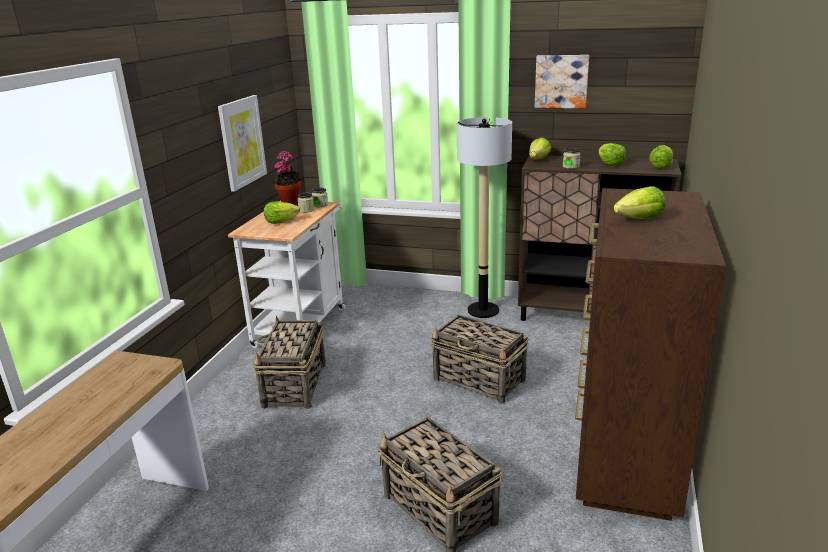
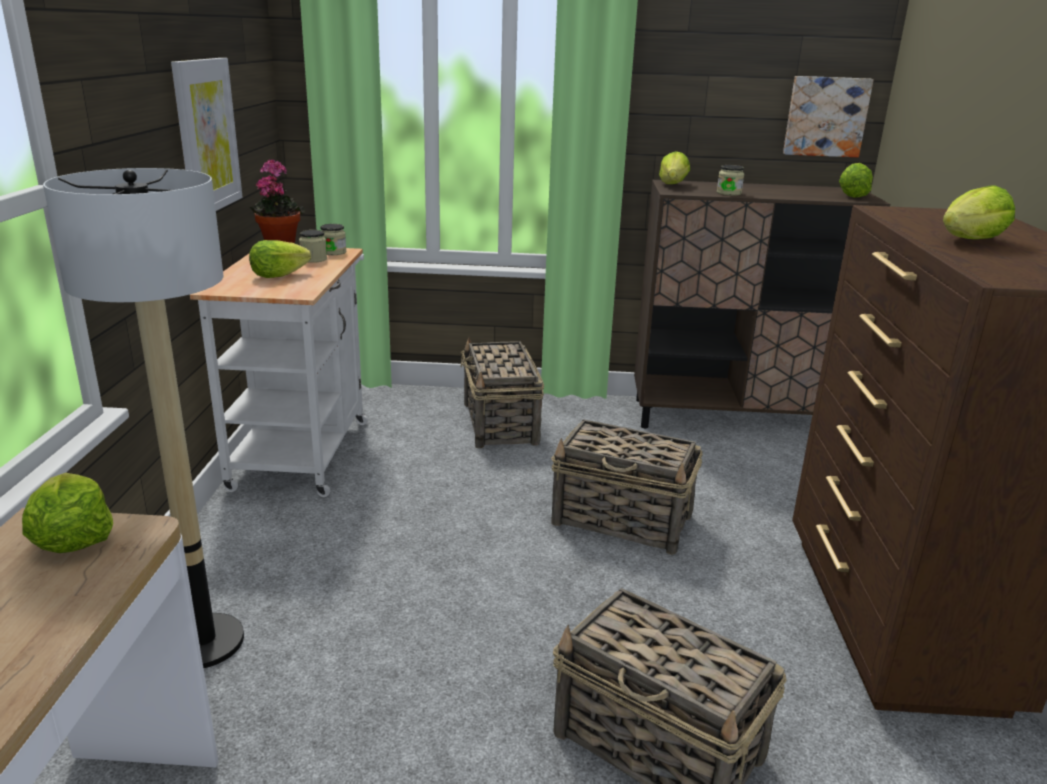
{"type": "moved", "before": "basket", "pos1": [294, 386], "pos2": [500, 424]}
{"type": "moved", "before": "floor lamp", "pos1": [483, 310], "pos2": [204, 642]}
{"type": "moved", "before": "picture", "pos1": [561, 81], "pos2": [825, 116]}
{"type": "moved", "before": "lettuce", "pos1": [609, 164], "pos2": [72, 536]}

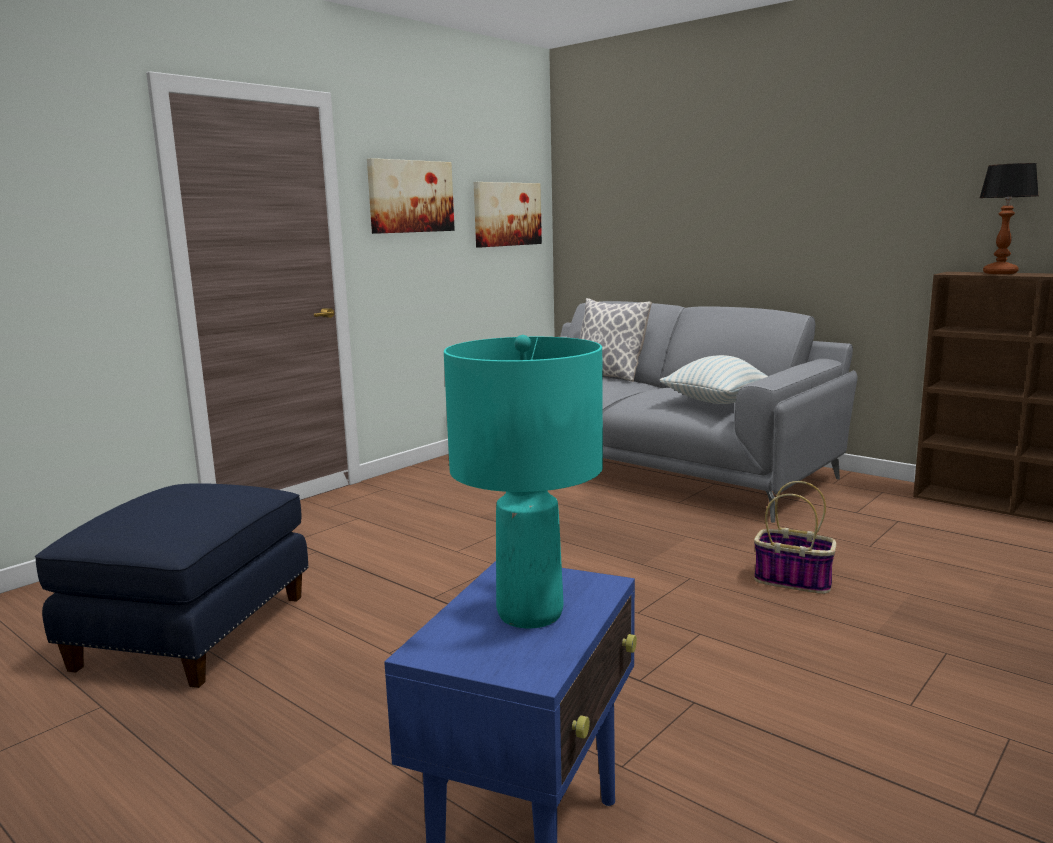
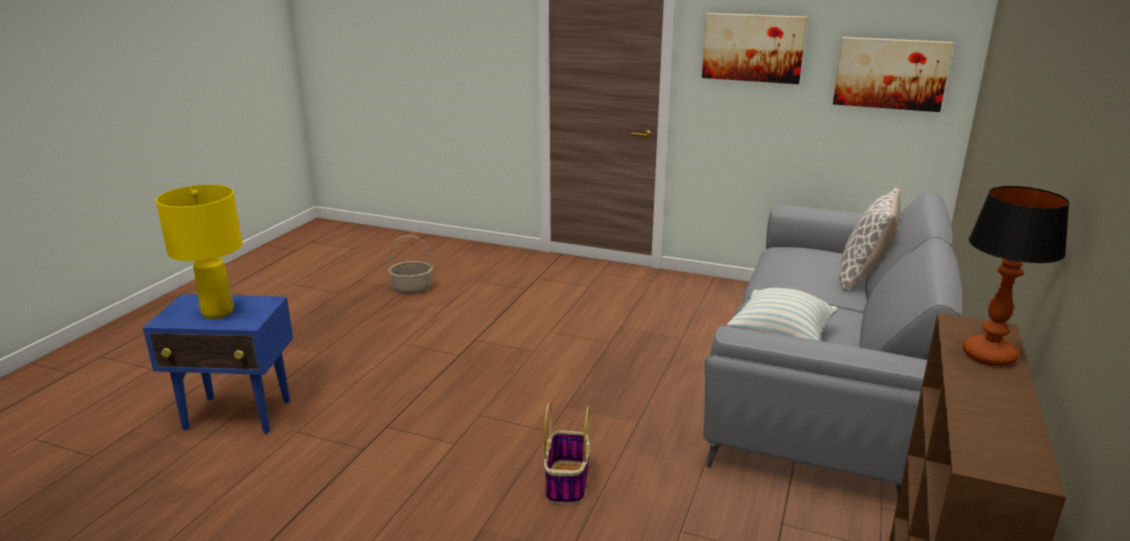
{"type": "replaced", "before": "blue ottoman", "after": "basket", "pos1": [192, 630], "pos2": [412, 288]}
{"type": "recoloured", "before": "turquoise table lamp", "after": "yellow table lamp", "pos1": [530, 614], "pos2": [217, 312]}

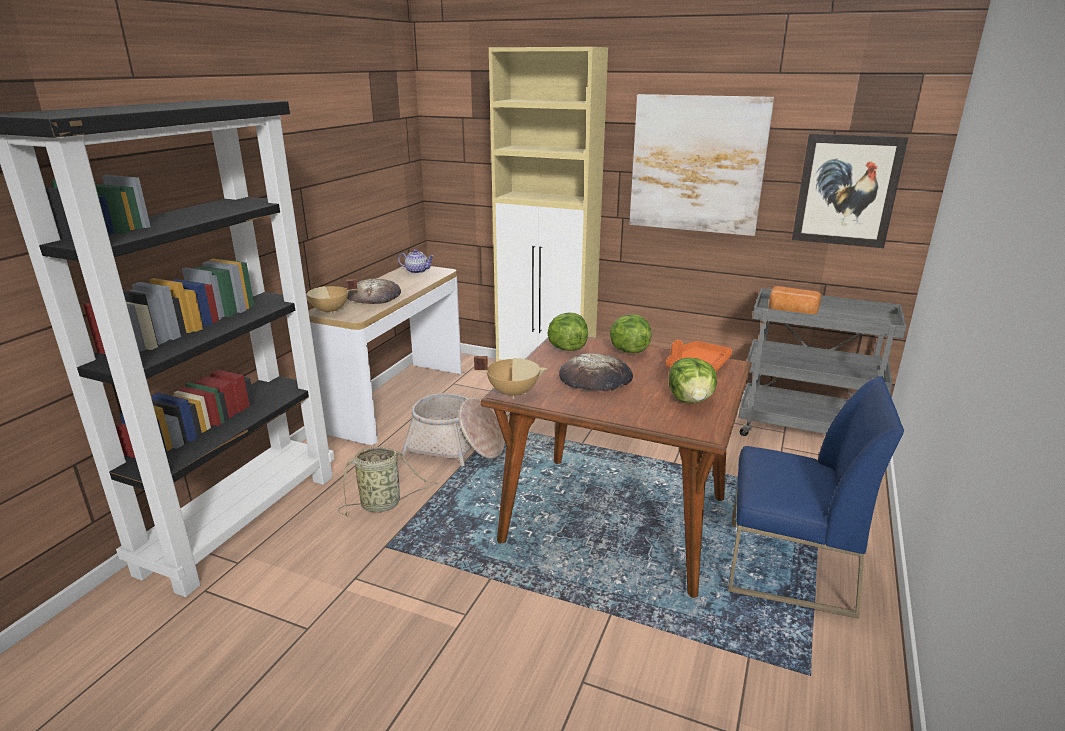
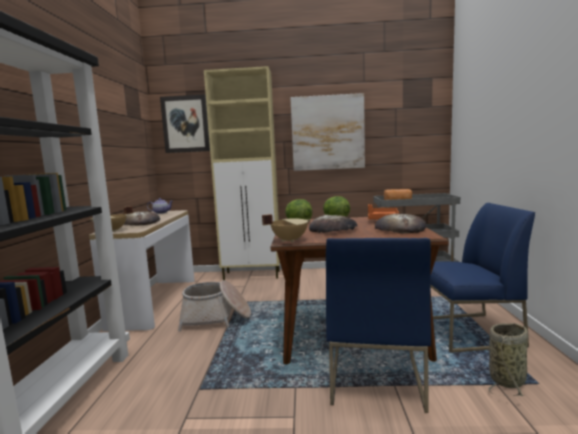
{"type": "moved", "before": "basket", "pos1": [384, 504], "pos2": [508, 379]}
{"type": "replaced", "before": "lettuce", "after": "bread", "pos1": [691, 400], "pos2": [400, 228]}
{"type": "moved", "before": "picture", "pos1": [846, 190], "pos2": [185, 124]}
{"type": "added", "after": "blue chair", "pos2": [374, 377]}

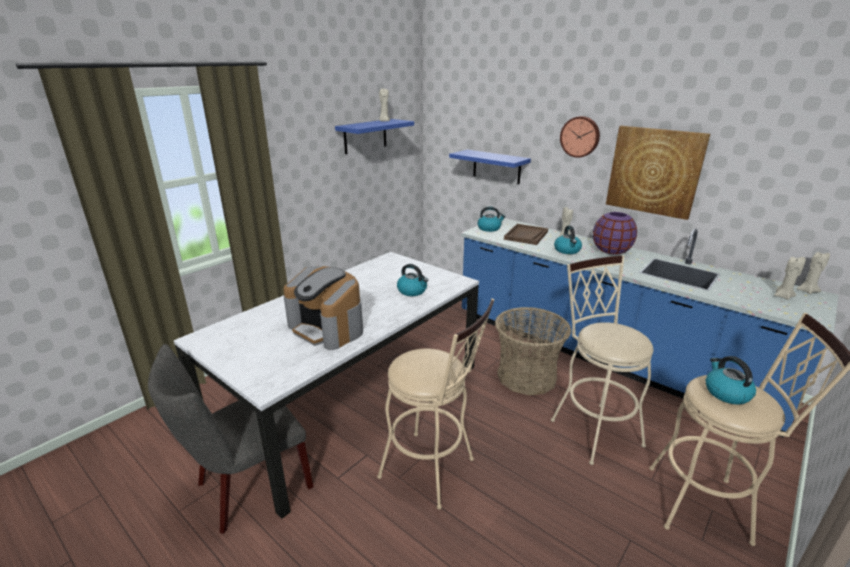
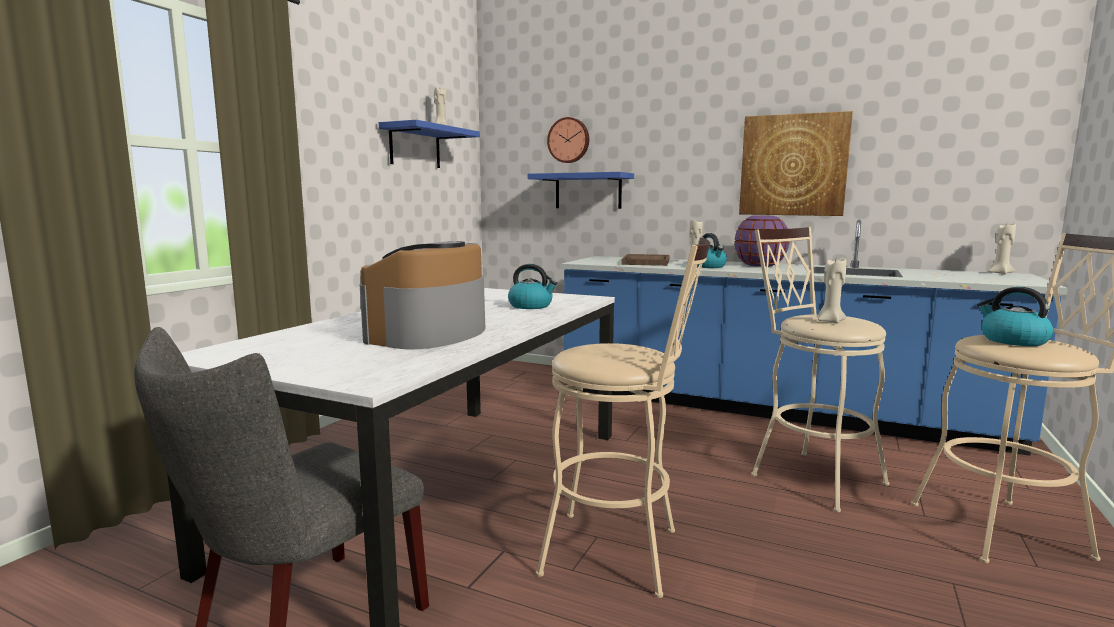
{"type": "turned", "before": "coffee machine", "pos1": [327, 328], "pos2": [429, 334], "turn": 90}
{"type": "removed", "before": "kettle", "pos1": [489, 228]}
{"type": "removed", "before": "basket", "pos1": [526, 376]}
{"type": "moved", "before": "wall clock", "pos1": [580, 136], "pos2": [569, 140]}
{"type": "moved", "before": "beige candle", "pos1": [783, 296], "pos2": [830, 321]}

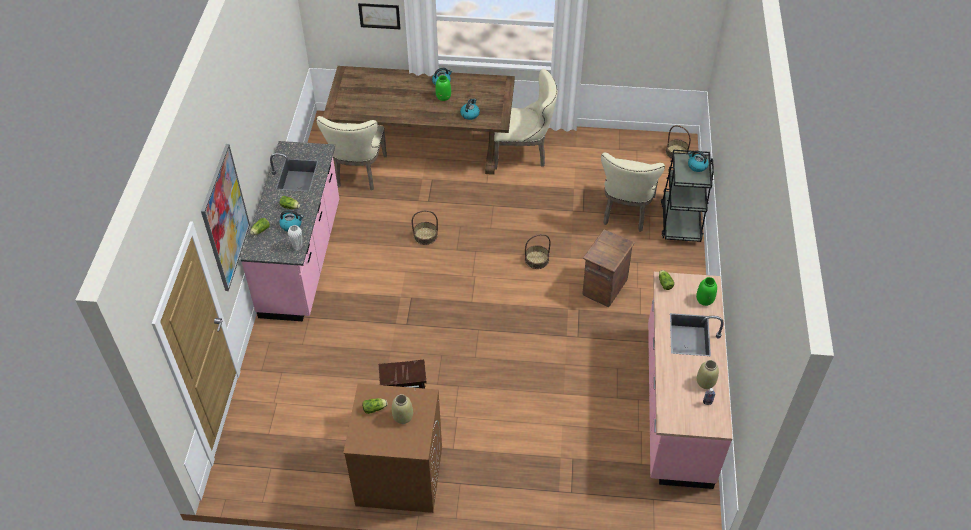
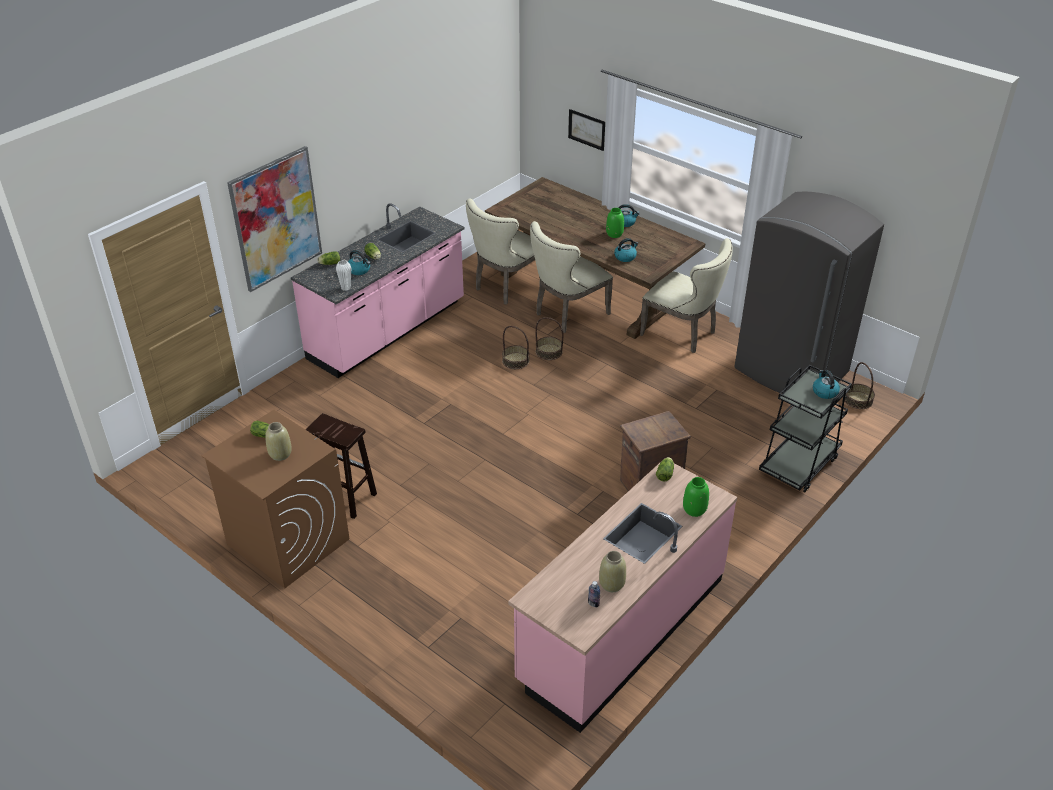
{"type": "moved", "before": "basket", "pos1": [536, 260], "pos2": [549, 352]}
{"type": "moved", "before": "beige chair", "pos1": [626, 212], "pos2": [567, 314]}
{"type": "added", "after": "grey fridge", "pos2": [790, 372]}

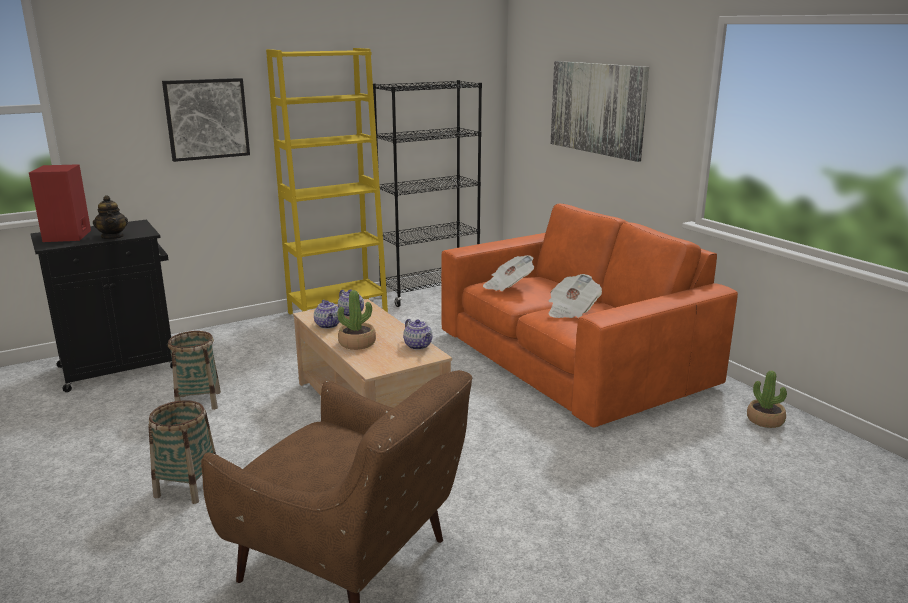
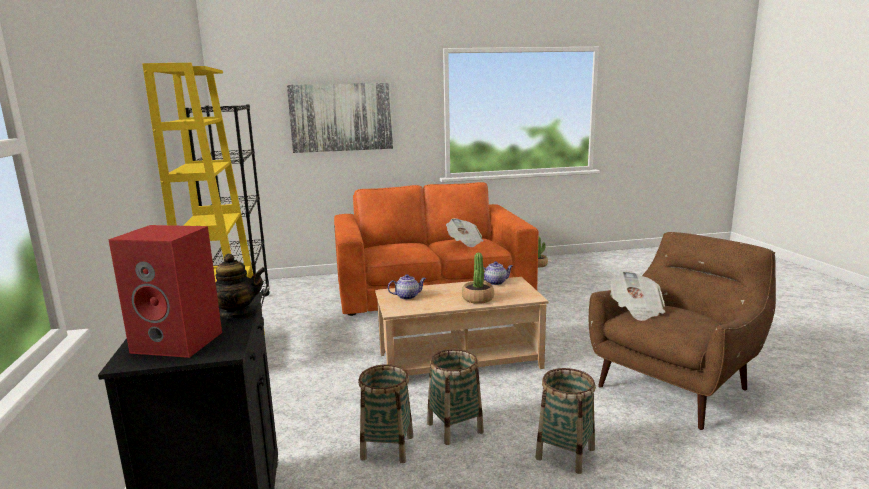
{"type": "removed", "before": "picture", "pos1": [207, 119]}
{"type": "removed", "before": "teapot", "pos1": [328, 325]}
{"type": "moved", "before": "newspaper", "pos1": [508, 286], "pos2": [636, 309]}
{"type": "added", "after": "basket", "pos2": [454, 428]}

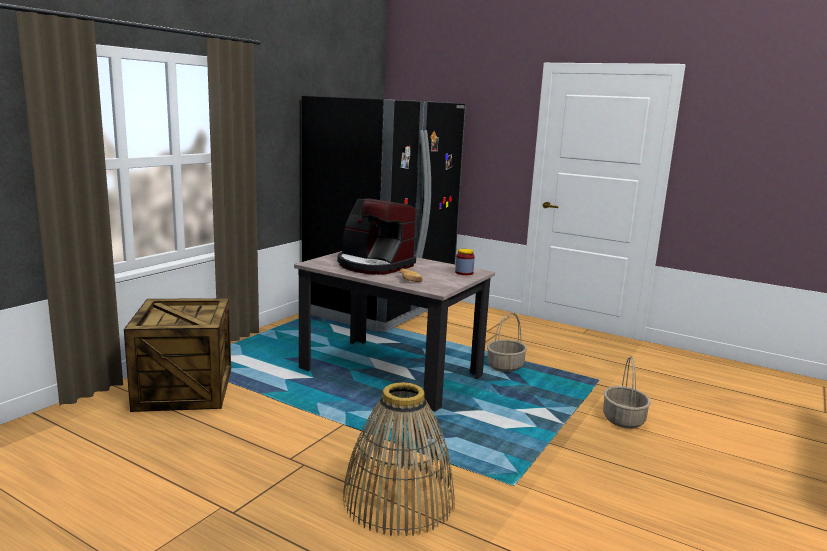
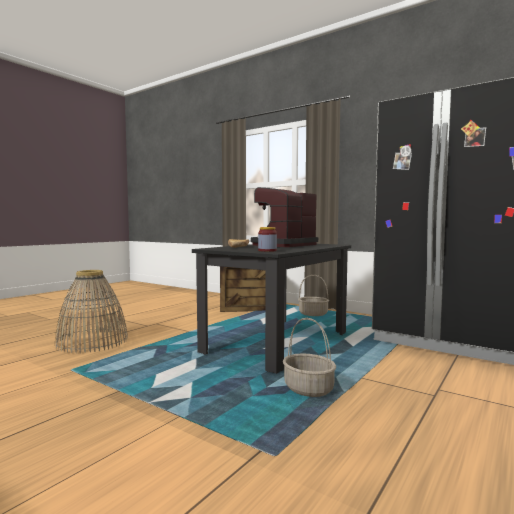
{"type": "recoloured", "before": "beige dining table", "after": "black dining table", "pos1": [390, 372], "pos2": [277, 342]}
{"type": "moved", "before": "basket", "pos1": [624, 420], "pos2": [312, 314]}

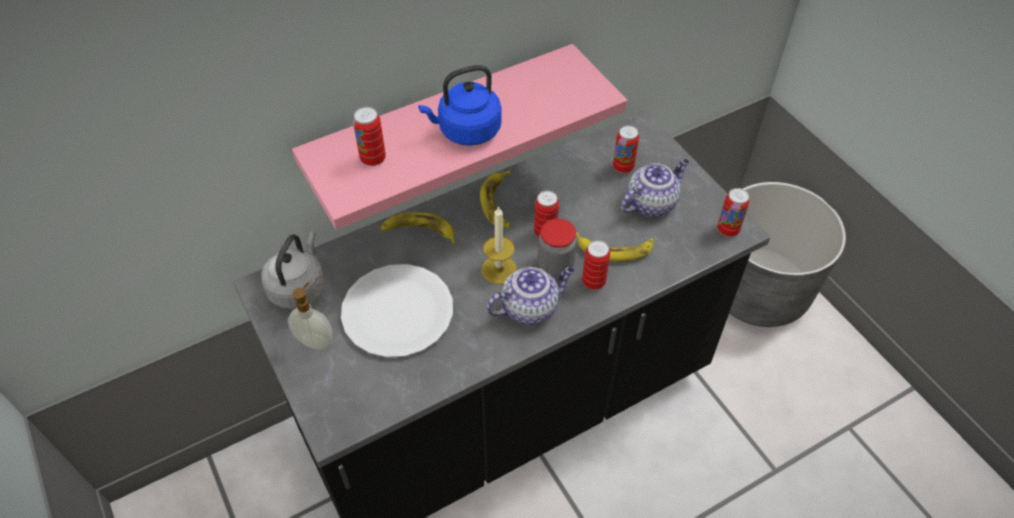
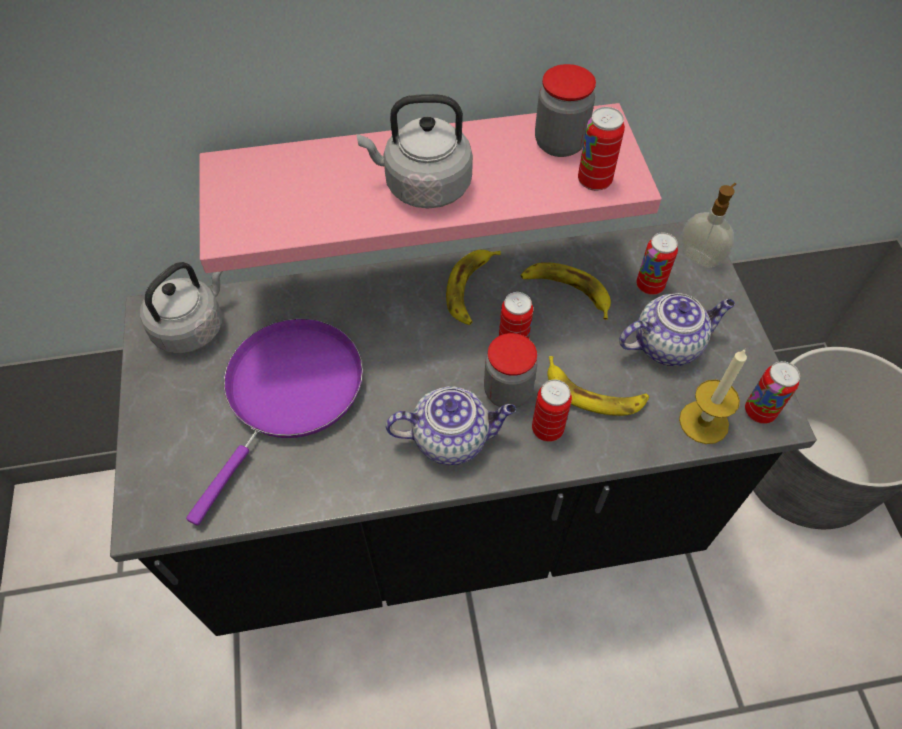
{"type": "moved", "before": "soap dispenser", "pos1": [315, 340], "pos2": [700, 257]}
{"type": "replaced", "before": "white plate", "after": "purple frying pan", "pos1": [398, 312], "pos2": [290, 393]}
{"type": "moved", "before": "can", "pos1": [373, 159], "pos2": [594, 181]}
{"type": "moved", "before": "banana", "pos1": [419, 231], "pos2": [566, 291]}
{"type": "recoloured", "before": "blue kettle", "after": "grey kettle", "pos1": [466, 131], "pos2": [423, 186]}
{"type": "moved", "before": "candle", "pos1": [499, 270], "pos2": [703, 422]}
{"type": "added", "after": "jar", "pos2": [559, 143]}

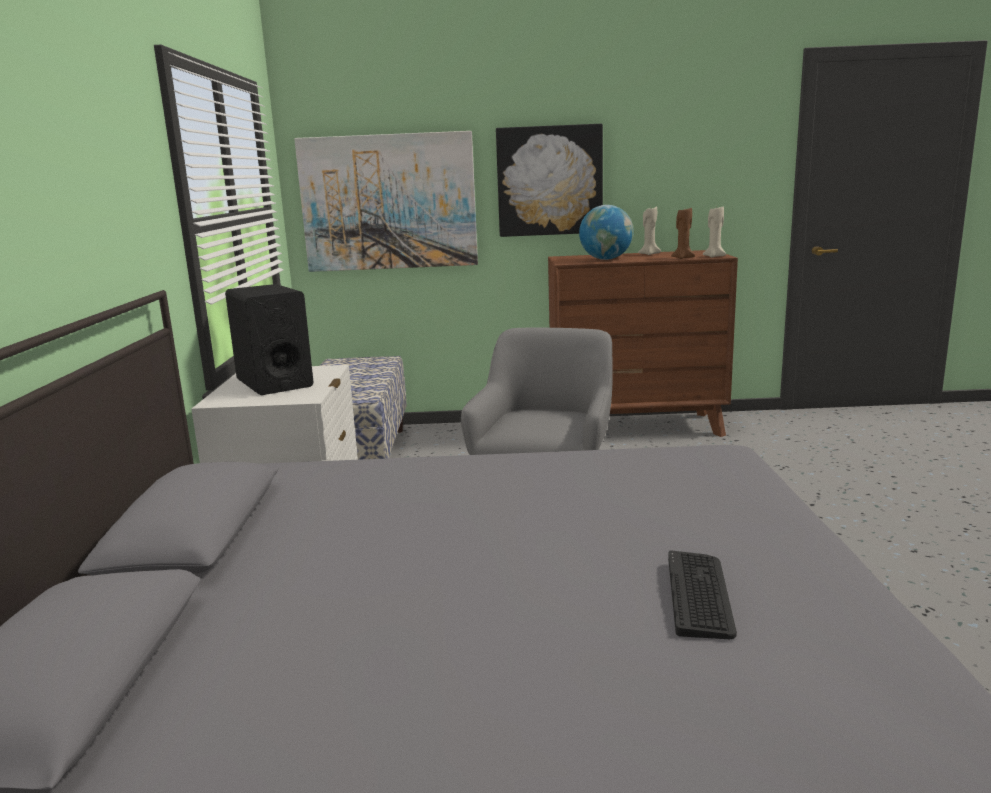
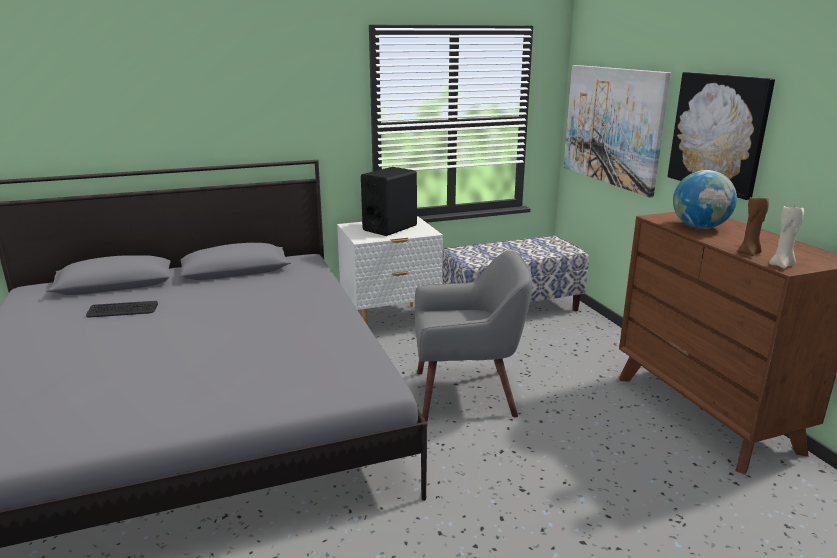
{"type": "removed", "before": "beige candle", "pos1": [649, 254]}
{"type": "moved", "before": "keyboard", "pos1": [699, 594], "pos2": [122, 310]}

